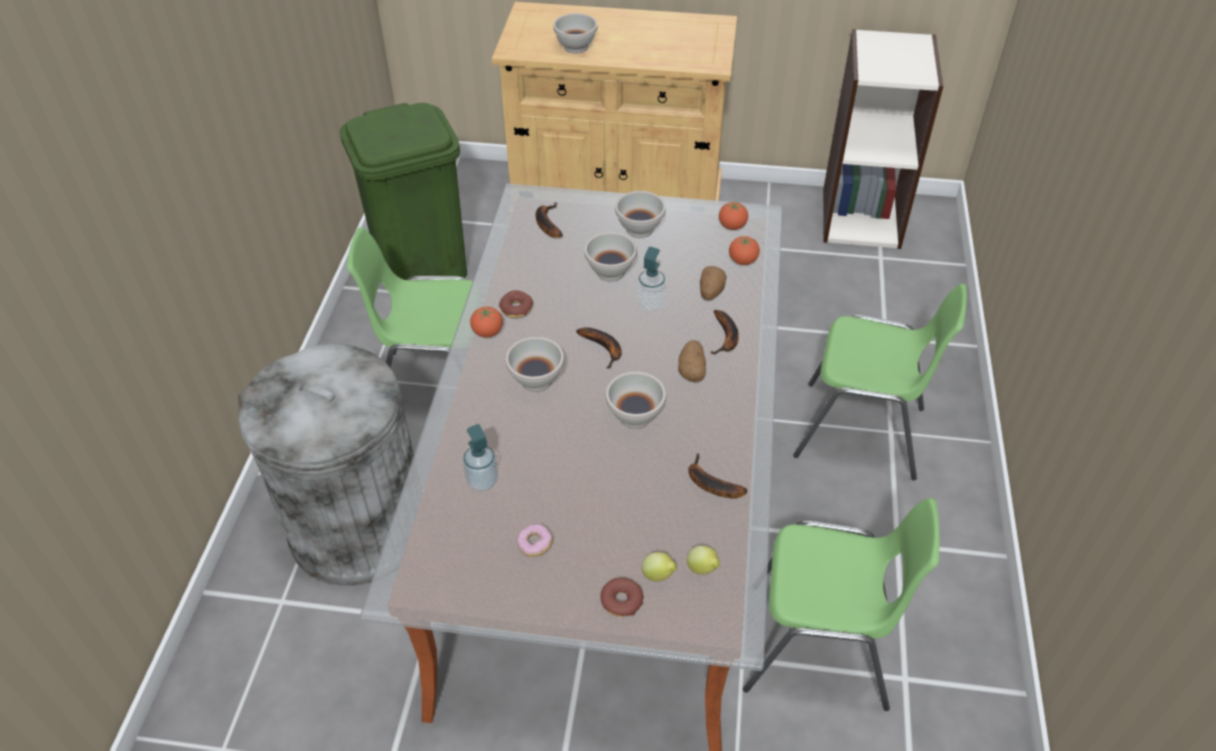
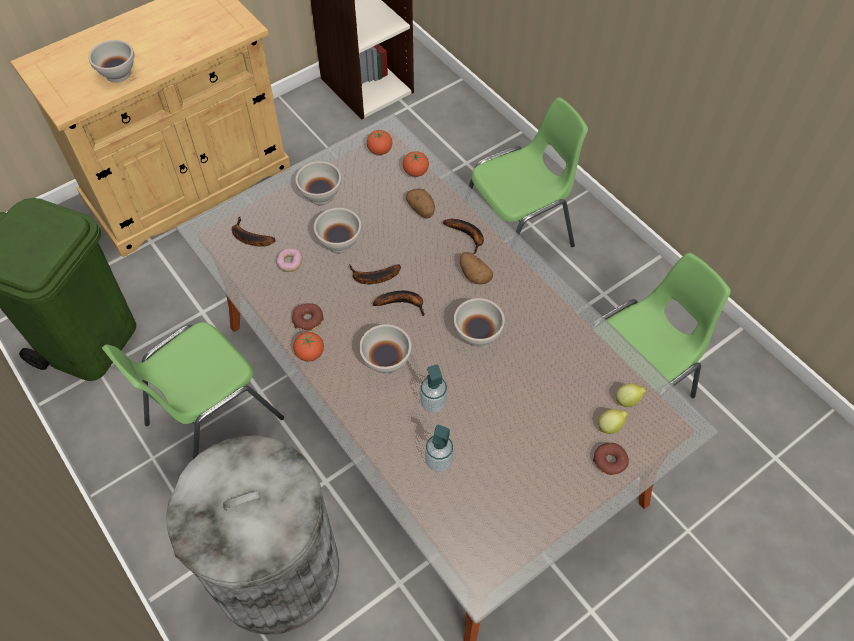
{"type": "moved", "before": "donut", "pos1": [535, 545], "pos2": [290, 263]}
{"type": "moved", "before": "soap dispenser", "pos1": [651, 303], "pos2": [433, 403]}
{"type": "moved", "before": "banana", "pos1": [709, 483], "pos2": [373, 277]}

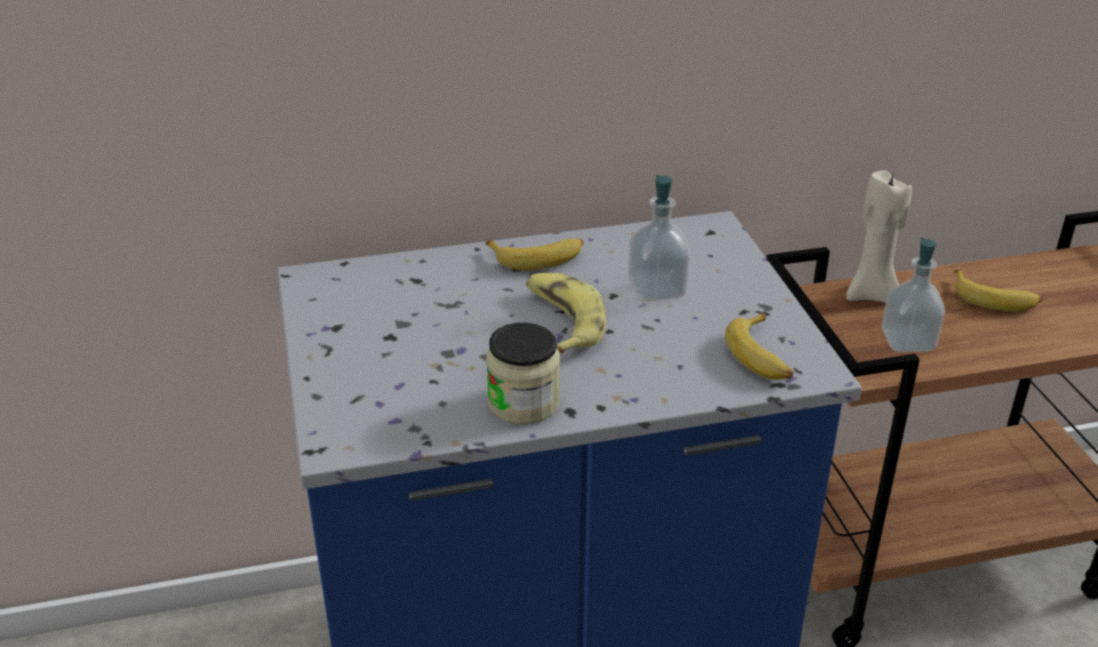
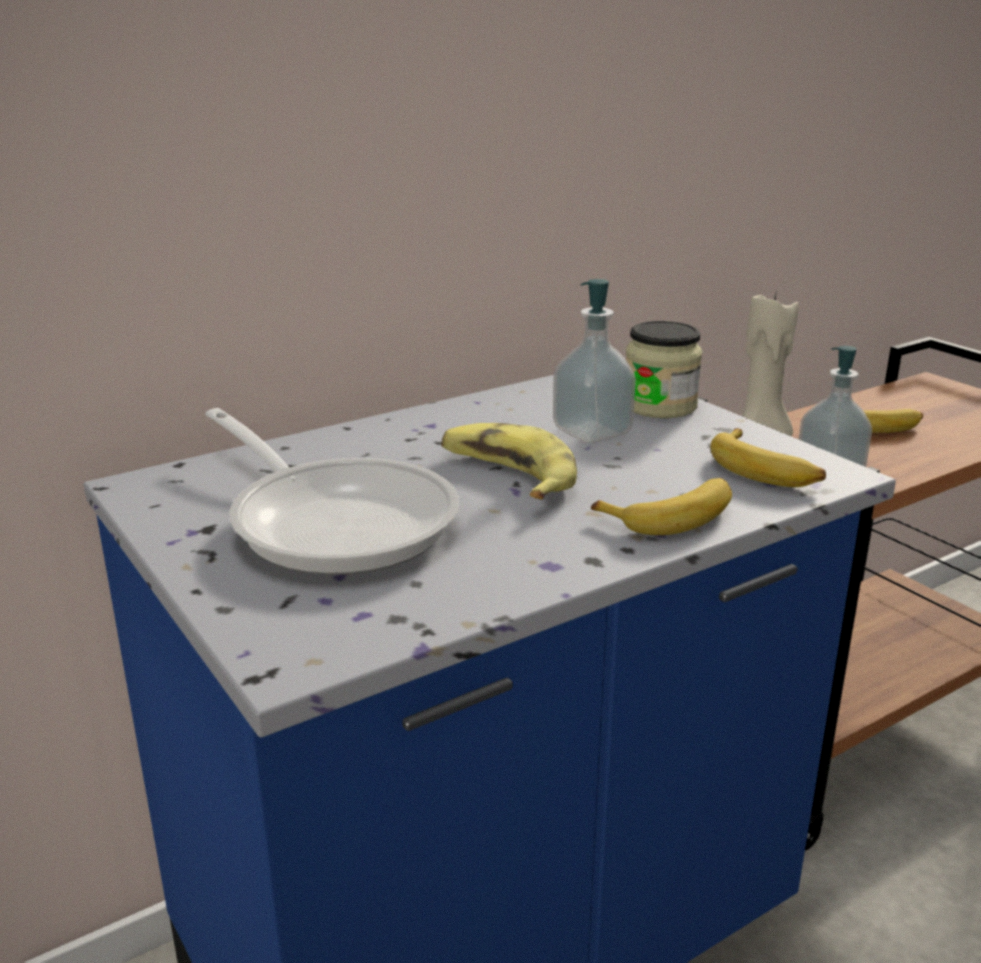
{"type": "moved", "before": "banana", "pos1": [538, 258], "pos2": [672, 516]}
{"type": "moved", "before": "jar", "pos1": [523, 403], "pos2": [660, 406]}
{"type": "added", "after": "frying pan", "pos2": [335, 520]}

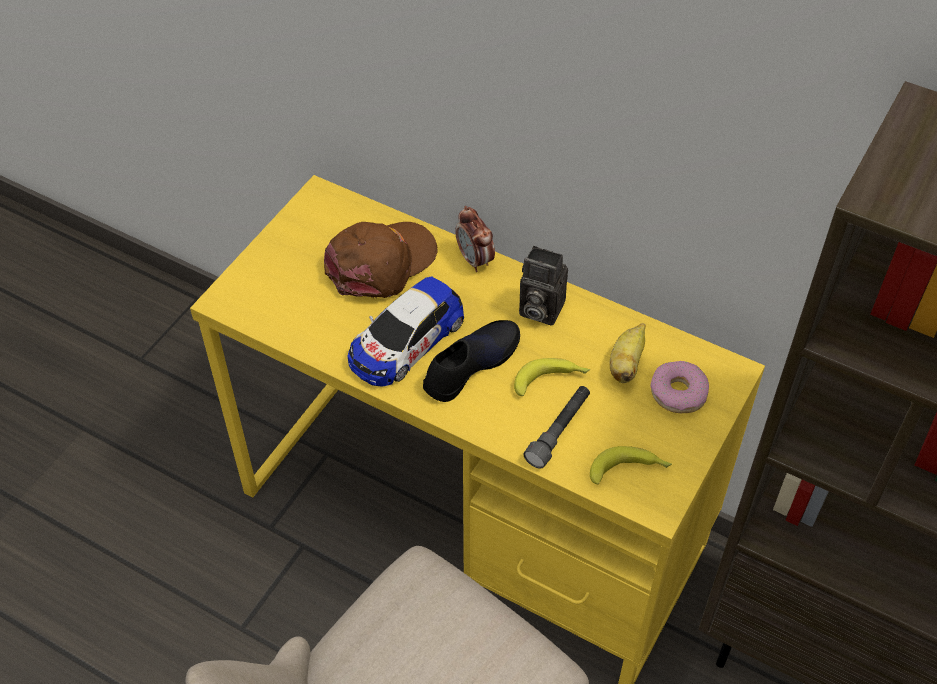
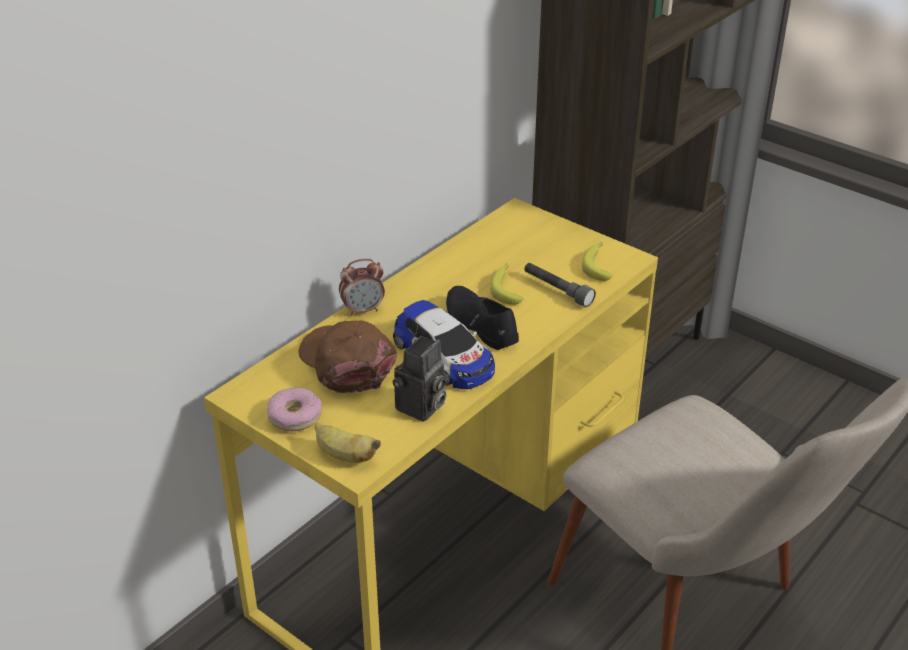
{"type": "moved", "before": "photo camera", "pos1": [538, 309], "pos2": [421, 408]}
{"type": "moved", "before": "banana", "pos1": [626, 364], "pos2": [344, 456]}
{"type": "moved", "before": "donut", "pos1": [678, 393], "pos2": [295, 416]}

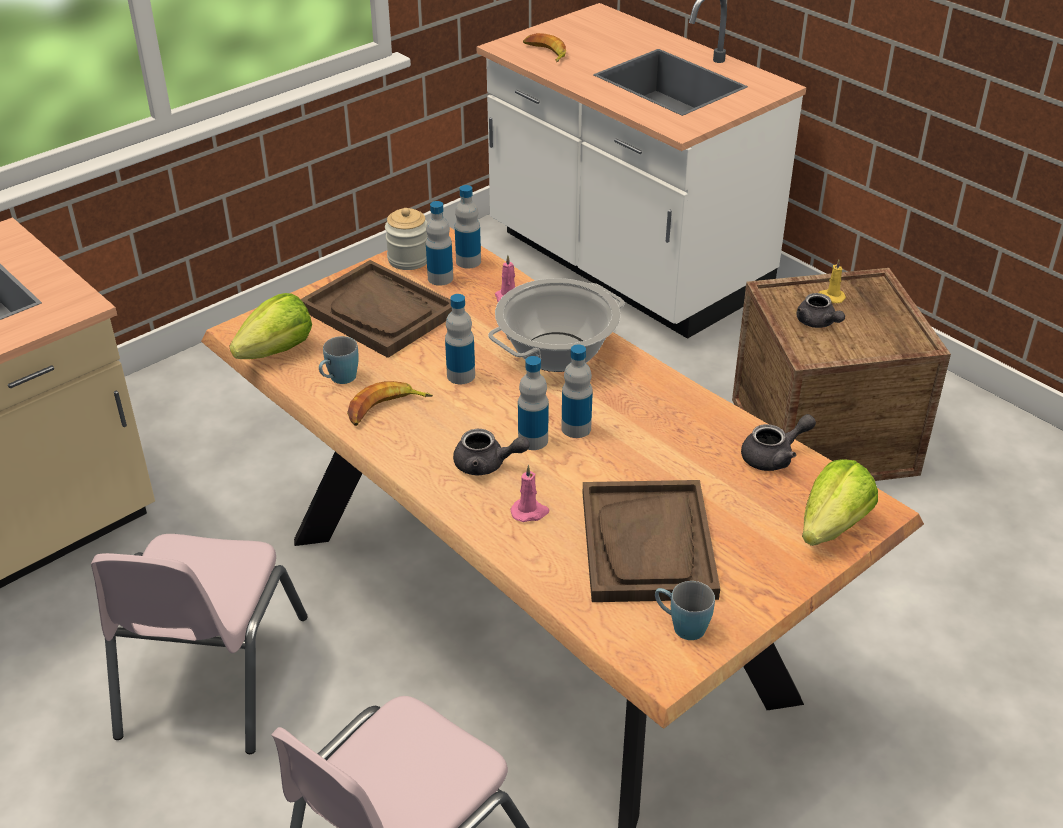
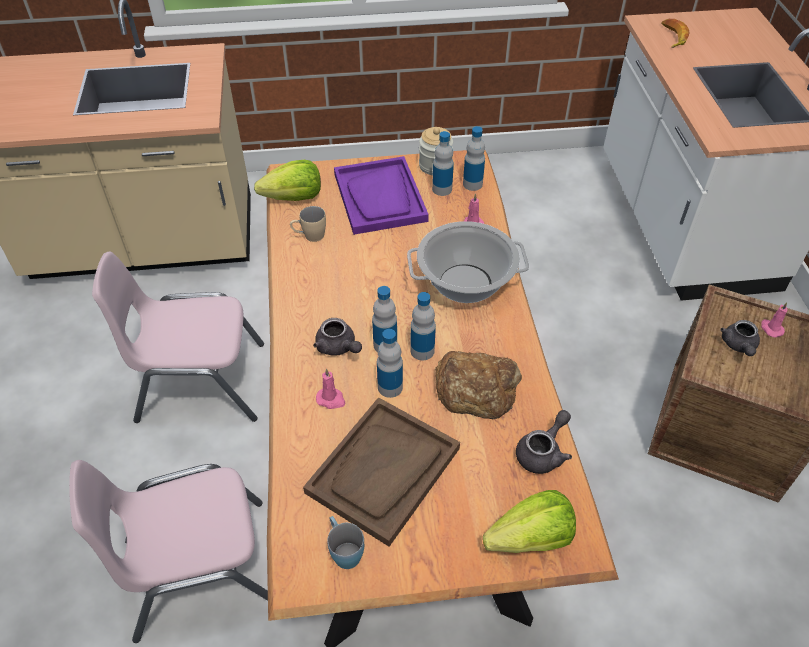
{"type": "turned", "before": "pink chair", "pos1": [211, 676], "pos2": [200, 382], "turn": 45}
{"type": "recoloured", "before": "brown tray", "after": "purple tray", "pos1": [379, 312], "pos2": [380, 197]}
{"type": "recoloured", "before": "blue mug", "after": "beige mug", "pos1": [339, 379], "pos2": [309, 236]}
{"type": "removed", "before": "banana", "pos1": [386, 409]}
{"type": "moved", "before": "bottle", "pos1": [461, 375], "pos2": [390, 387]}
{"type": "turned", "before": "grey teapot", "pos1": [774, 456], "pos2": [543, 452], "turn": -60}
{"type": "recoloured", "before": "yellow candle", "after": "pink candle", "pos1": [831, 297], "pos2": [771, 328]}
{"type": "added", "after": "bread", "pos2": [476, 388]}

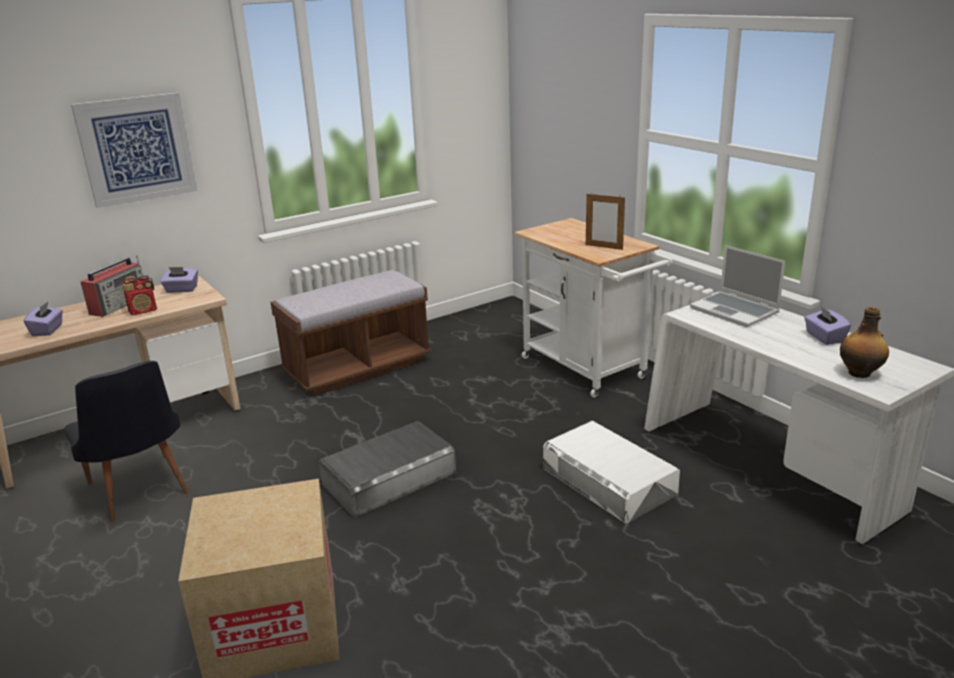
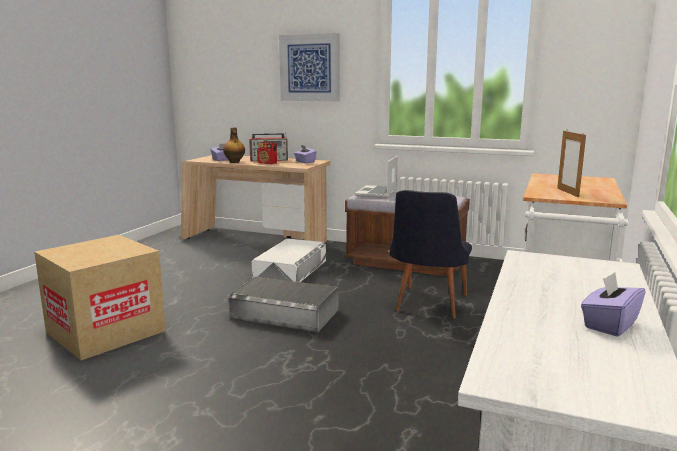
{"type": "moved", "before": "black chair", "pos1": [140, 493], "pos2": [428, 305]}
{"type": "moved", "before": "white storage box", "pos1": [608, 481], "pos2": [291, 269]}
{"type": "moved", "before": "laptop", "pos1": [735, 311], "pos2": [377, 193]}
{"type": "moved", "before": "bottle", "pos1": [860, 373], "pos2": [234, 162]}

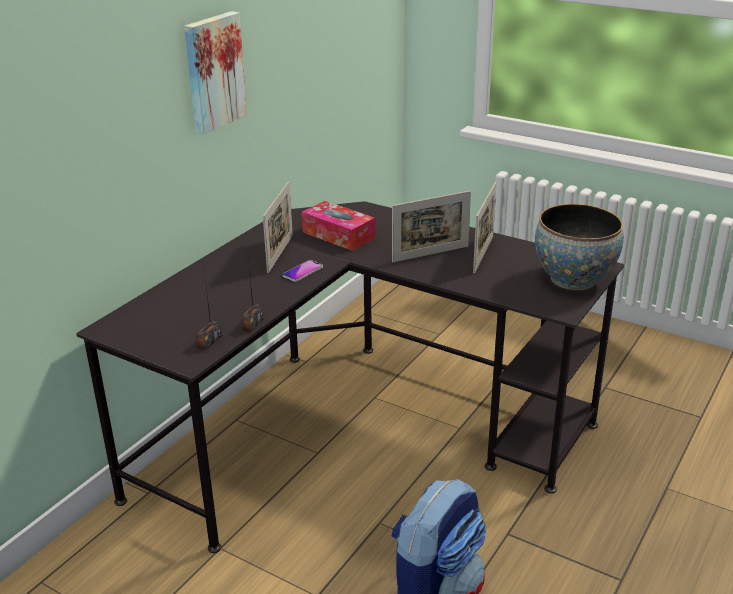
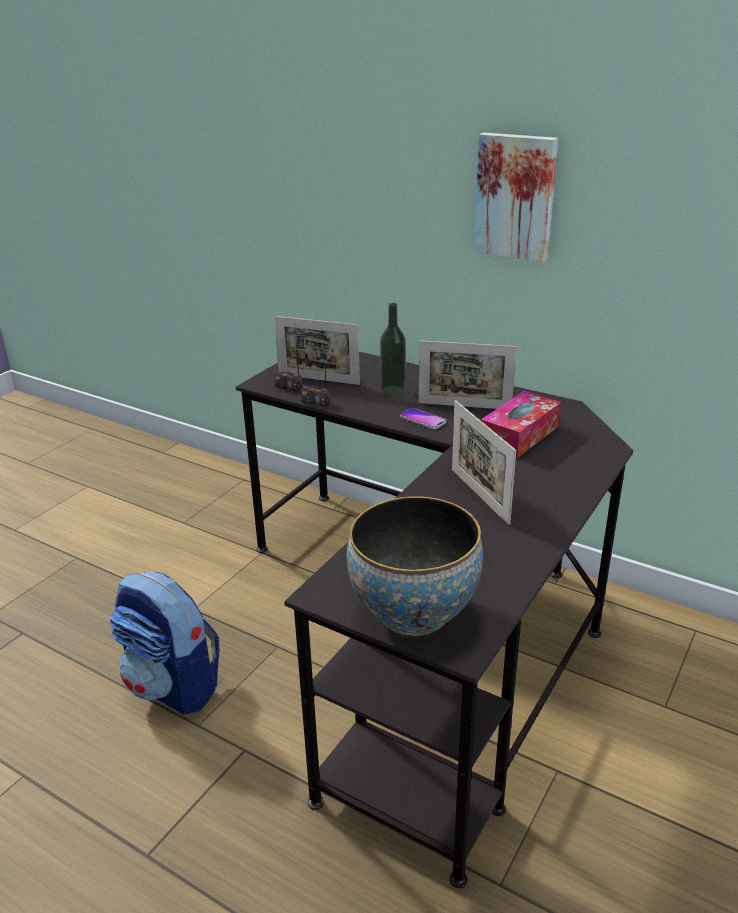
{"type": "moved", "before": "picture frame", "pos1": [483, 254], "pos2": [318, 379]}
{"type": "added", "after": "bottle", "pos2": [393, 391]}

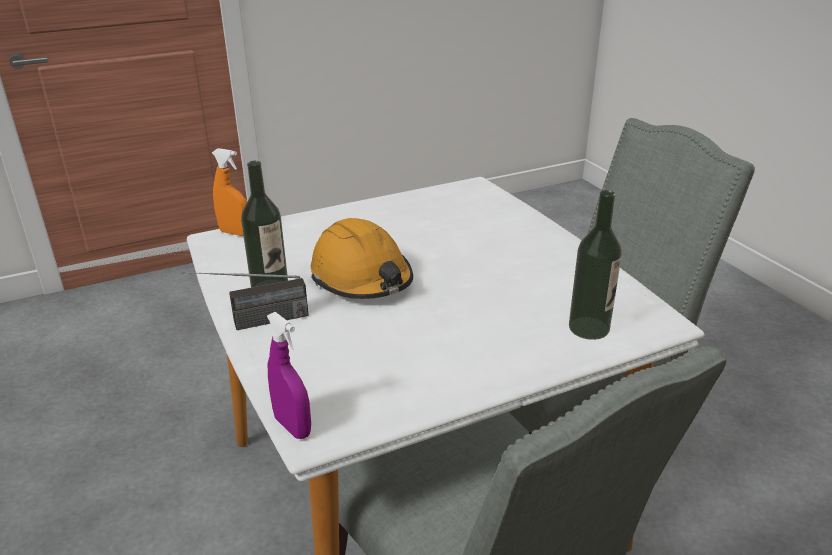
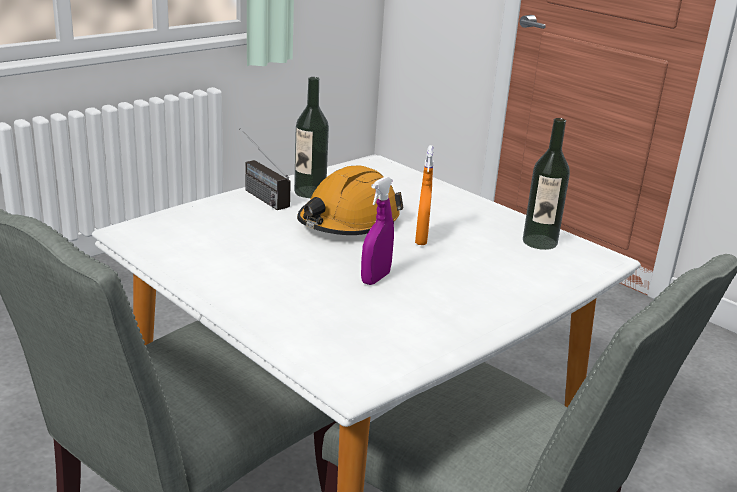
{"type": "moved", "before": "orange spray bottle", "pos1": [235, 233], "pos2": [421, 239]}
{"type": "moved", "before": "purple spray bottle", "pos1": [292, 427], "pos2": [375, 278]}
{"type": "moved", "before": "bottle", "pos1": [589, 328], "pos2": [539, 242]}

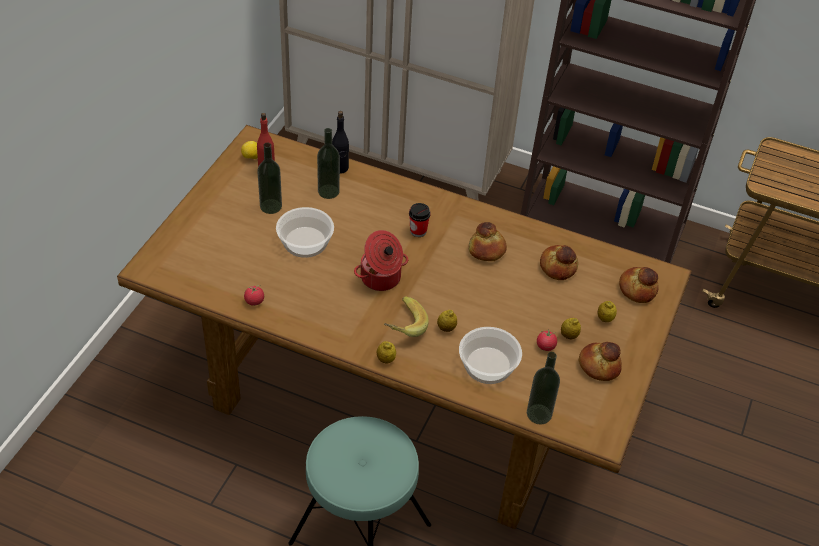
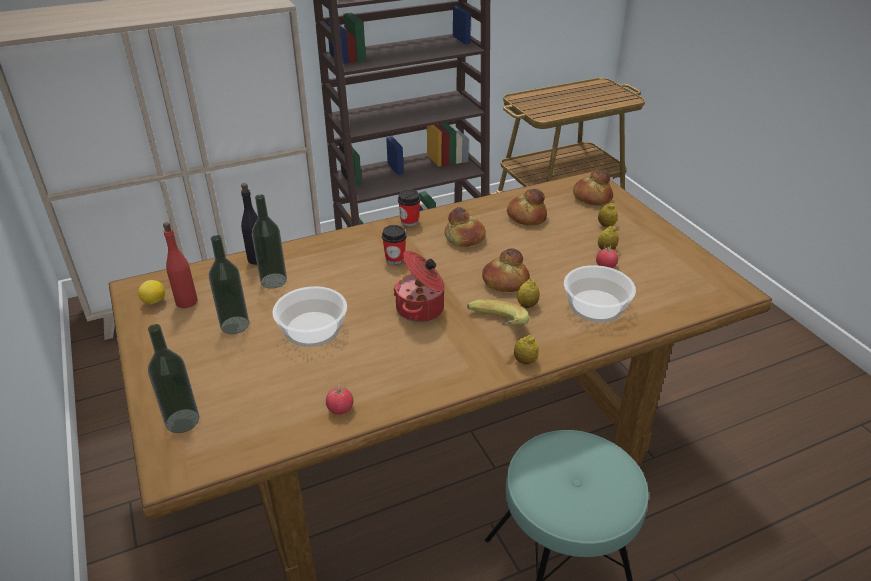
{"type": "moved", "before": "bottle", "pos1": [539, 414], "pos2": [182, 421]}
{"type": "moved", "before": "bread", "pos1": [599, 366], "pos2": [505, 282]}
{"type": "added", "after": "cup", "pos2": [409, 222]}

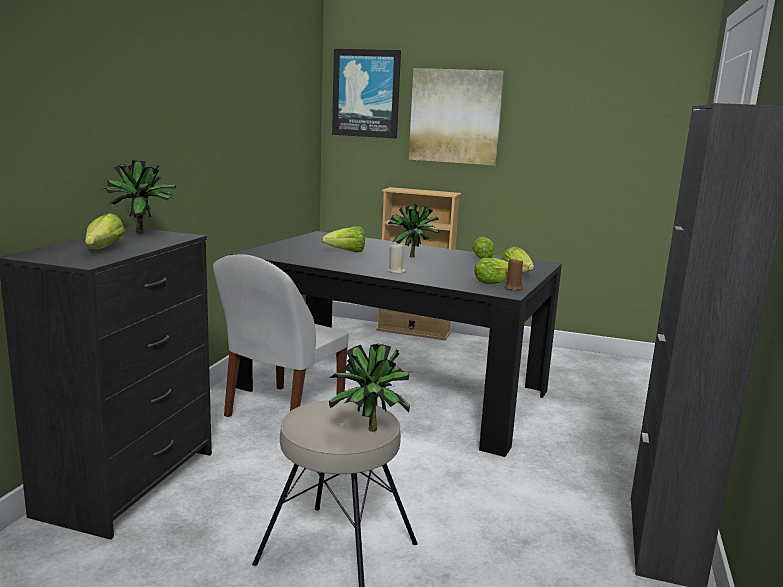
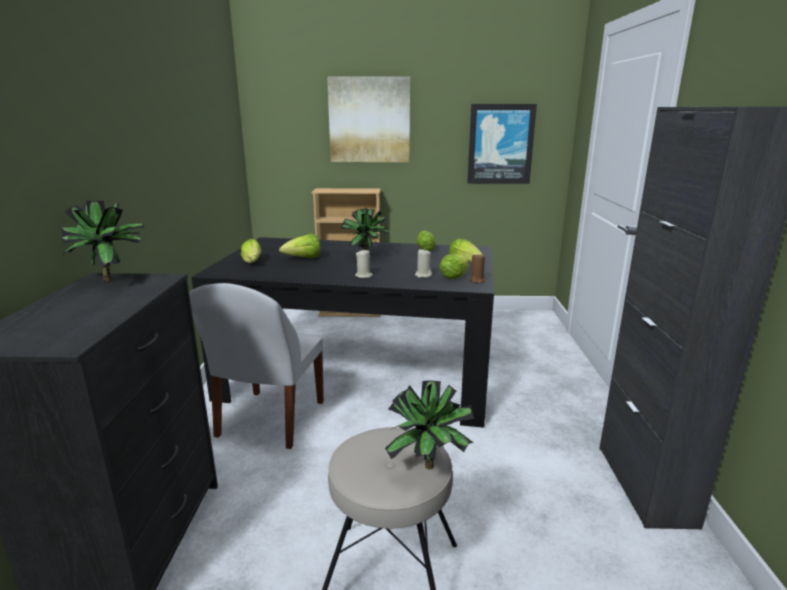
{"type": "moved", "before": "lettuce", "pos1": [102, 250], "pos2": [252, 262]}
{"type": "moved", "before": "picture", "pos1": [366, 93], "pos2": [500, 144]}
{"type": "added", "after": "beige candle", "pos2": [423, 275]}

